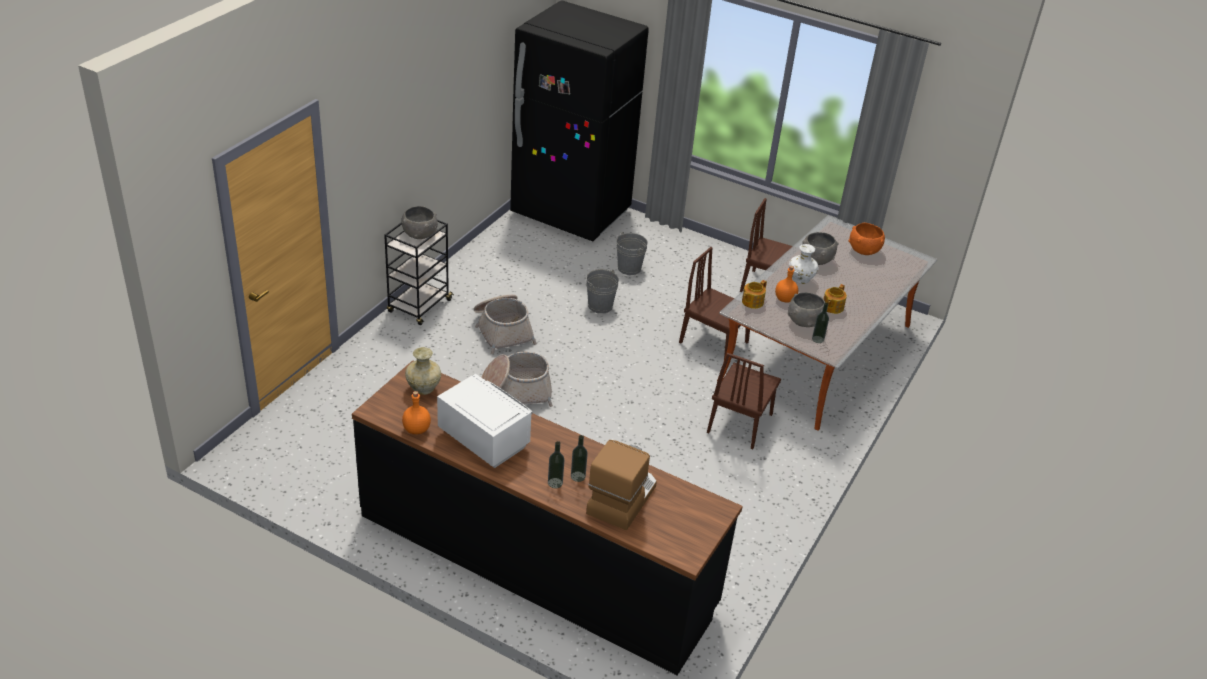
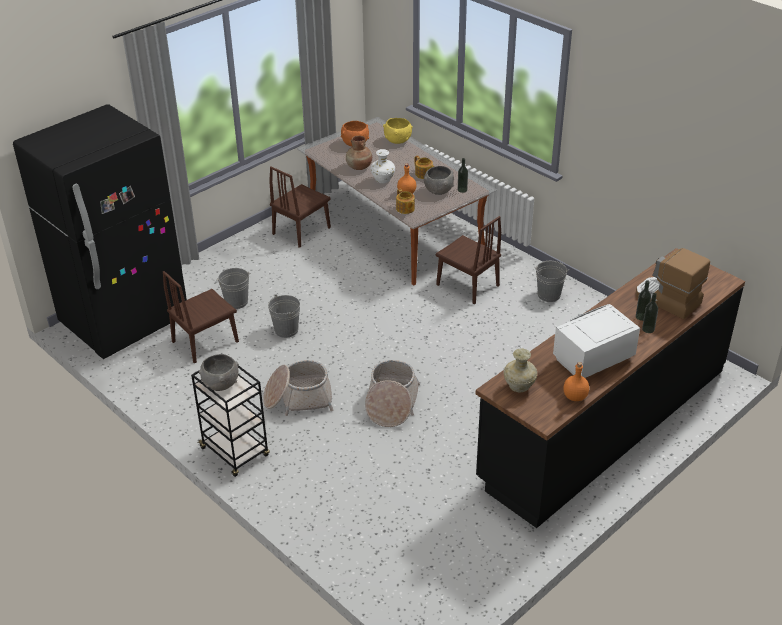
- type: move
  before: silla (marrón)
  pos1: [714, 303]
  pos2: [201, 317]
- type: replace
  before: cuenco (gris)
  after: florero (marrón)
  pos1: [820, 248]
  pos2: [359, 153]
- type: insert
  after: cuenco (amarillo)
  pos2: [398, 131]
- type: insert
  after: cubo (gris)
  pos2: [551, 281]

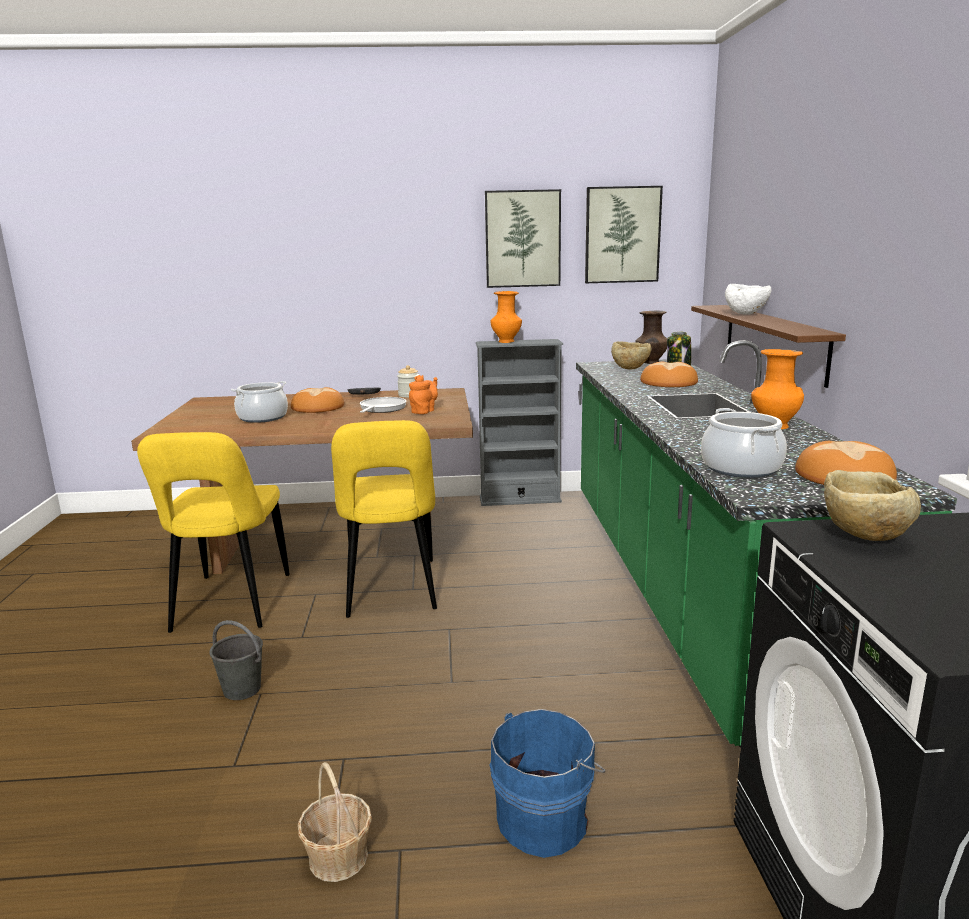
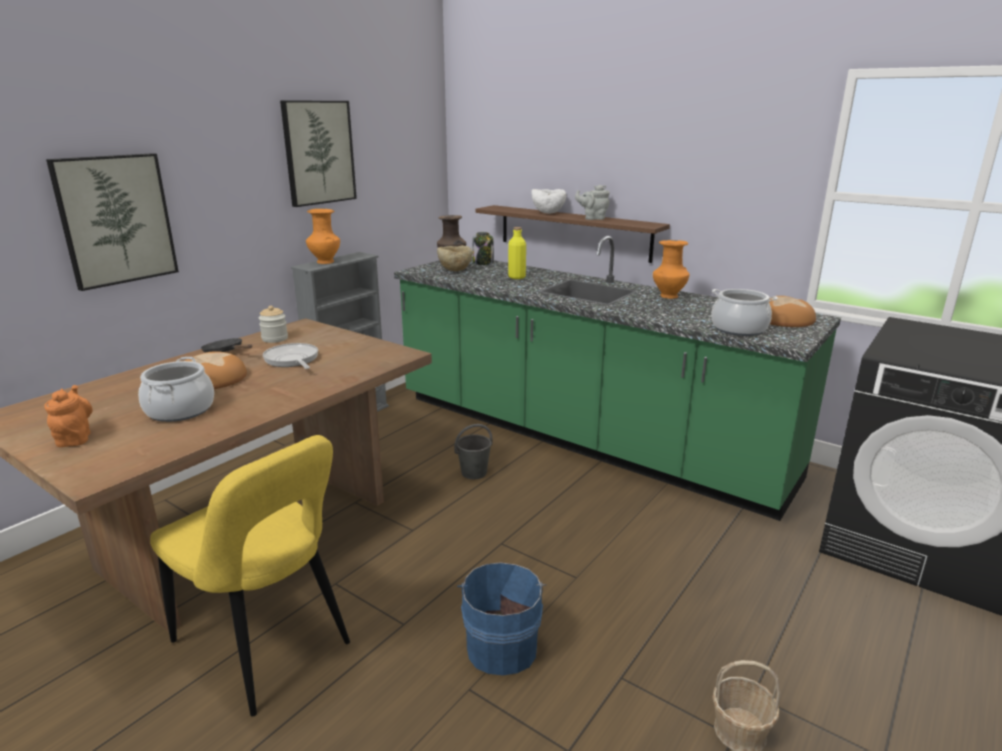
- type: move
  before: cubo (gris)
  pos1: [236, 660]
  pos2: [473, 451]
- type: delete
  before: silla (amarillo)
  pos1: [384, 519]
- type: move
  before: tetera (naranja)
  pos1: [423, 394]
  pos2: [68, 416]
- type: move
  before: cubo (azul)
  pos1: [547, 783]
  pos2: [502, 618]
- type: move
  before: cuadro
  pos1: [624, 234]
  pos2: [112, 222]
- type: replace
  before: pan
  after: botella (amarillo)
  pos1: [669, 374]
  pos2: [517, 253]
- type: delete
  before: cuenco (beis)
  pos1: [872, 505]
- type: insert
  after: tetera (gris)
  pos2: [592, 202]

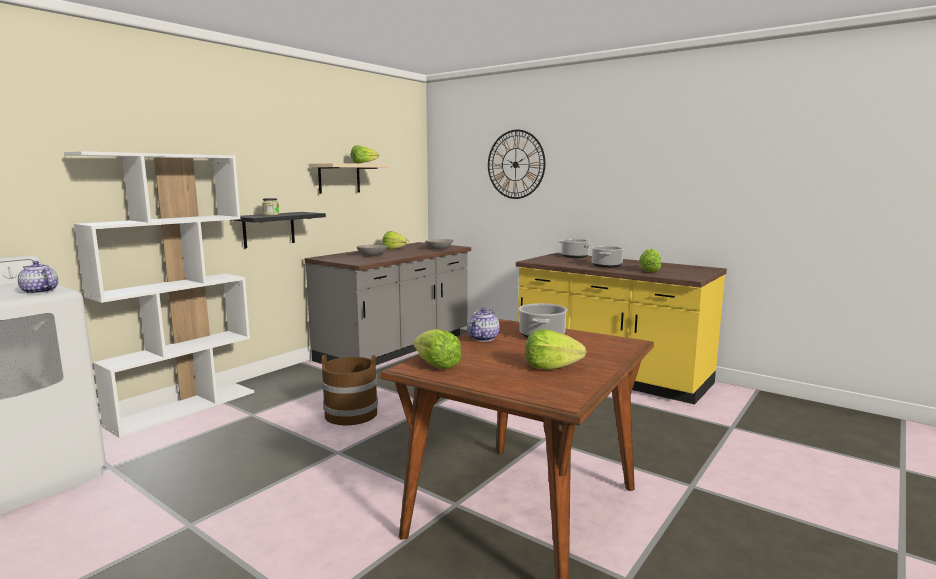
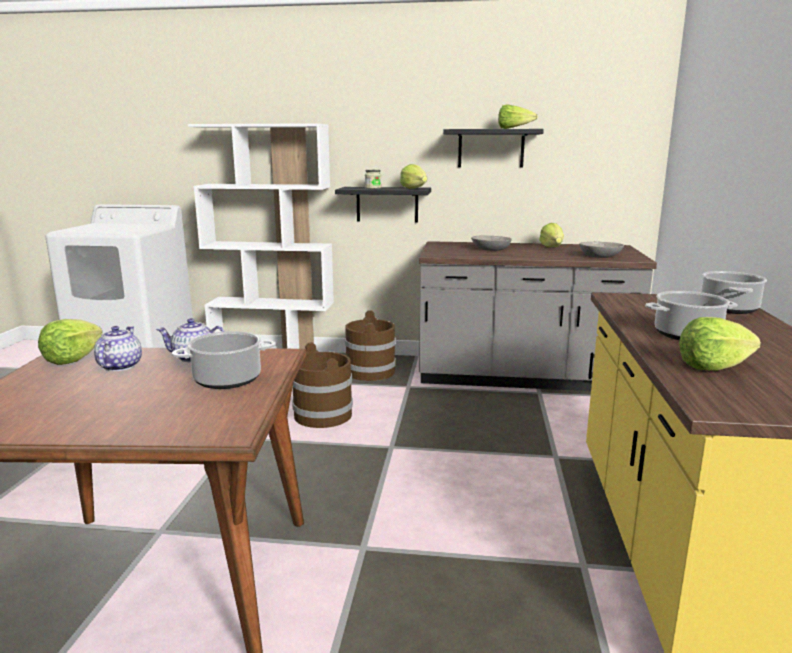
- type: move
  before: tetera
  pos1: [38, 277]
  pos2: [118, 348]
- type: recolor
  before: estante (beis)
  after: estante (negro)
  pos1: [349, 178]
  pos2: [493, 148]
- type: delete
  before: reloj de pared
  pos1: [516, 164]
- type: move
  before: lechuga
  pos1: [556, 349]
  pos2: [413, 176]
- type: insert
  after: cubo (marrón)
  pos2: [370, 345]

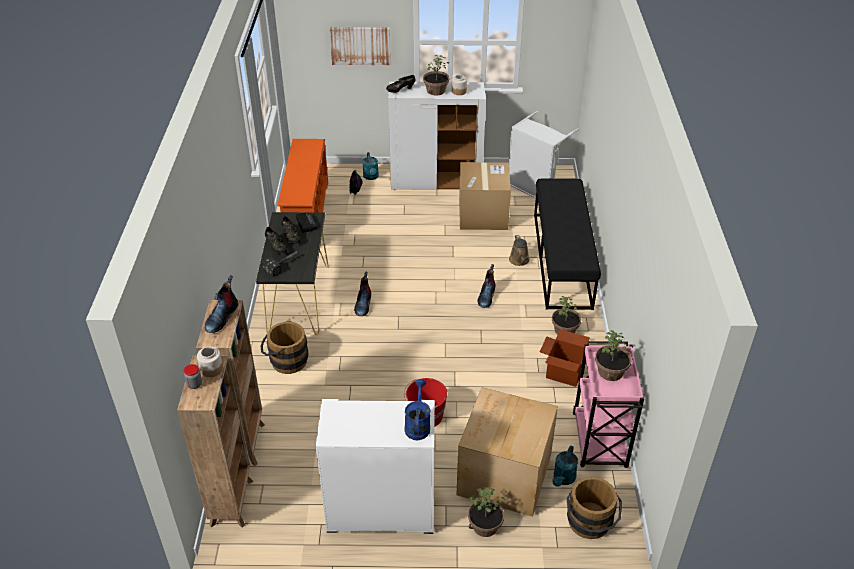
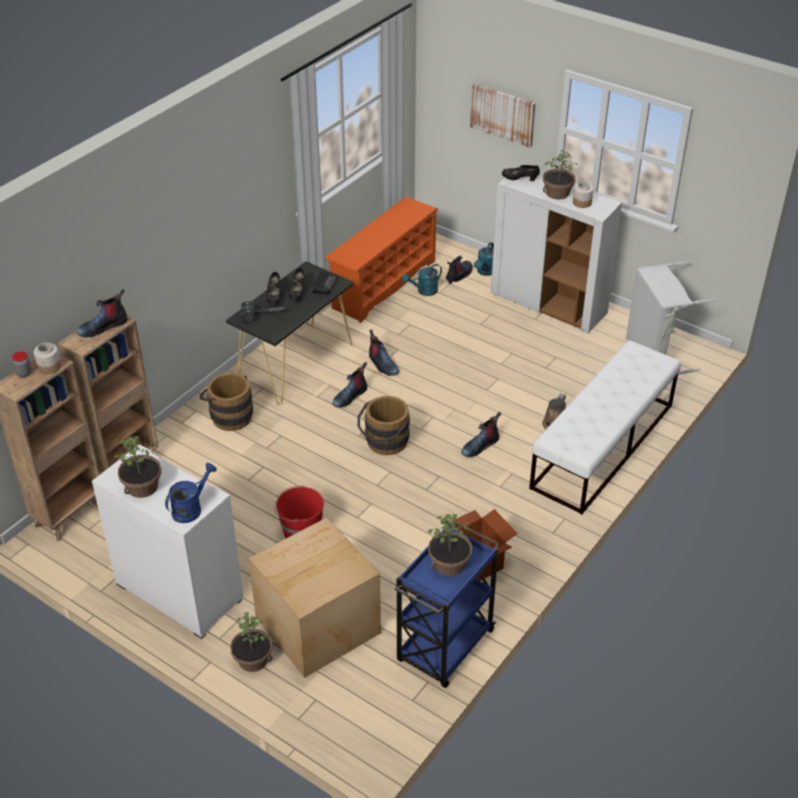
- type: delete
  before: caja de cartón
  pos1: [485, 196]
- type: recolor
  before: banco (negro)
  after: banco (blanco)
  pos1: [567, 244]
  pos2: [605, 427]
- type: move
  before: planta en maceta
  pos1: [566, 315]
  pos2: [138, 467]
- type: move
  before: regadera (turquesa)
  pos1: [565, 466]
  pos2: [422, 280]
- type: move
  before: cubo (marrón)
  pos1: [594, 508]
  pos2: [383, 425]
- type: recolor
  before: carrito (rosa)
  after: carrito (azul)
  pos1: [608, 404]
  pos2: [447, 605]
- type: insert
  after: bota
  pos2: [384, 353]

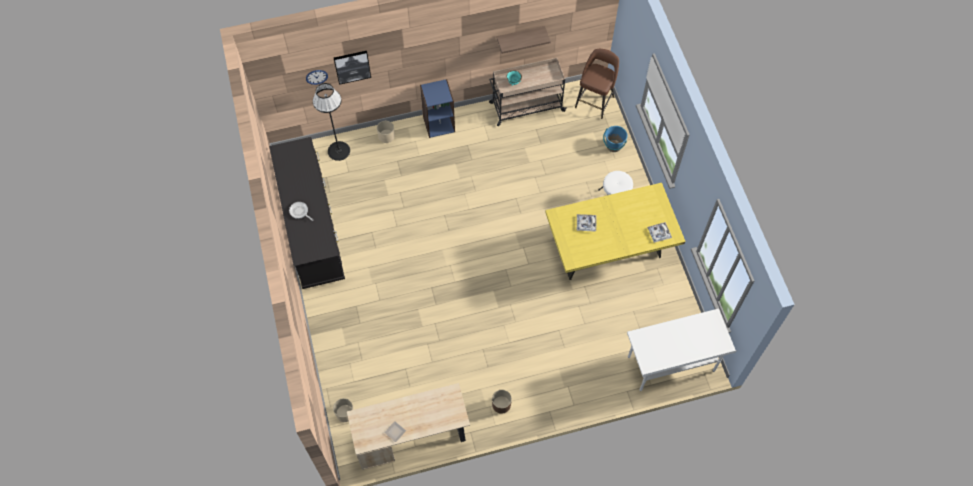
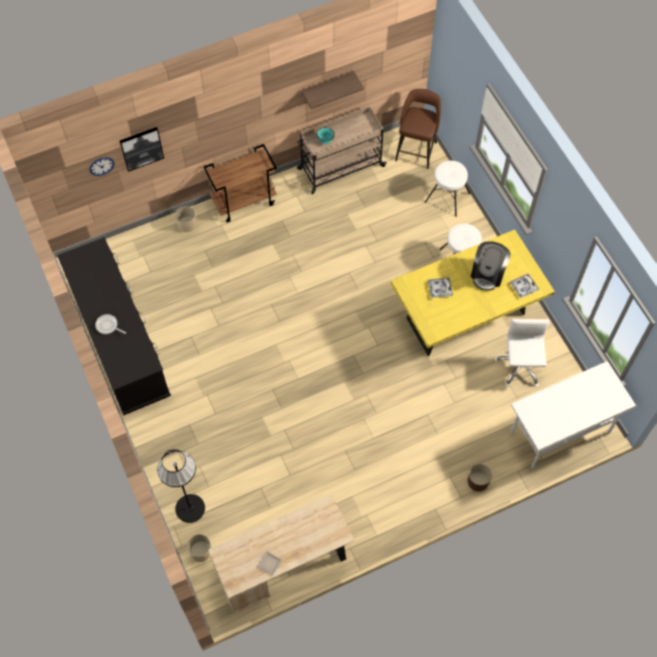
- type: move
  before: lámpara de pie (negro)
  pos1: [331, 122]
  pos2: [181, 486]
- type: replace
  before: estantería (azul)
  after: carrito (marrón)
  pos1: [437, 108]
  pos2: [240, 183]
- type: move
  before: maceta (marrón)
  pos1: [502, 402]
  pos2: [480, 478]
- type: replace
  before: cubo (azul)
  after: taburete (blanco)
  pos1: [615, 139]
  pos2: [447, 188]
- type: insert
  after: cafetera
  pos2: [491, 266]
- type: insert
  after: silla de oficina (blanco)
  pos2: [522, 353]

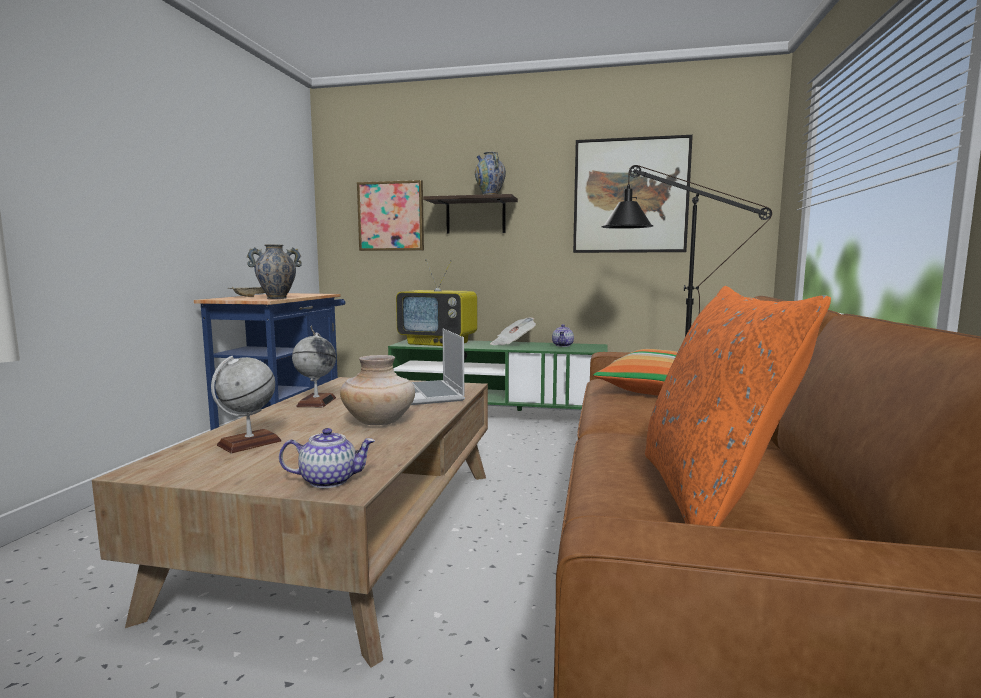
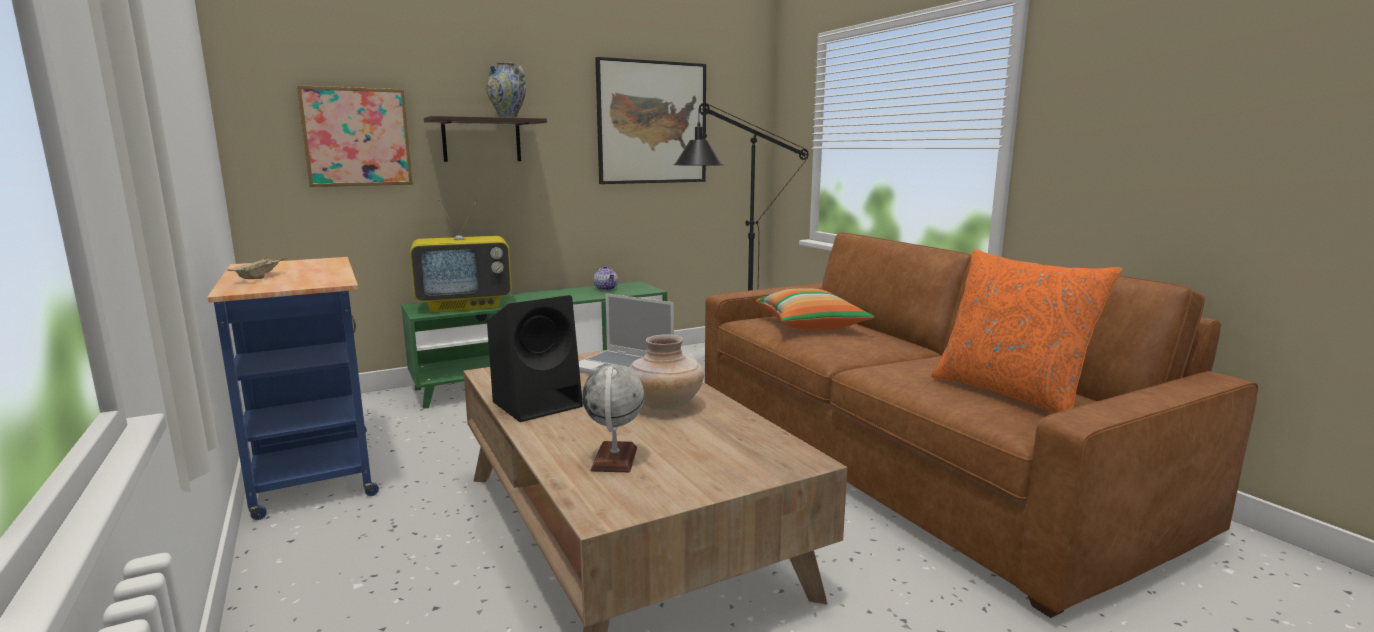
- type: delete
  before: florero
  pos1: [274, 271]
- type: delete
  before: tetera
  pos1: [327, 458]
- type: replace
  before: globo terráqueo
  after: altavoz (negro)
  pos1: [314, 370]
  pos2: [535, 358]
- type: delete
  before: periódico
  pos1: [513, 331]

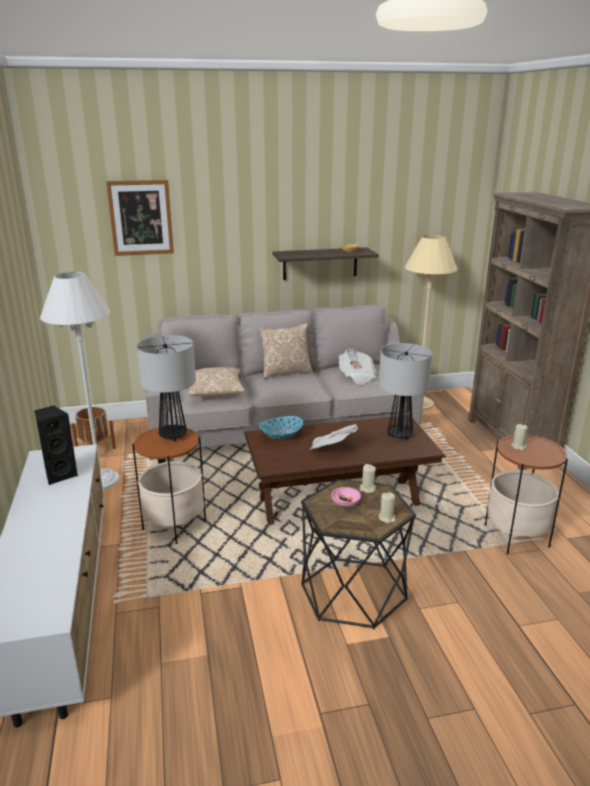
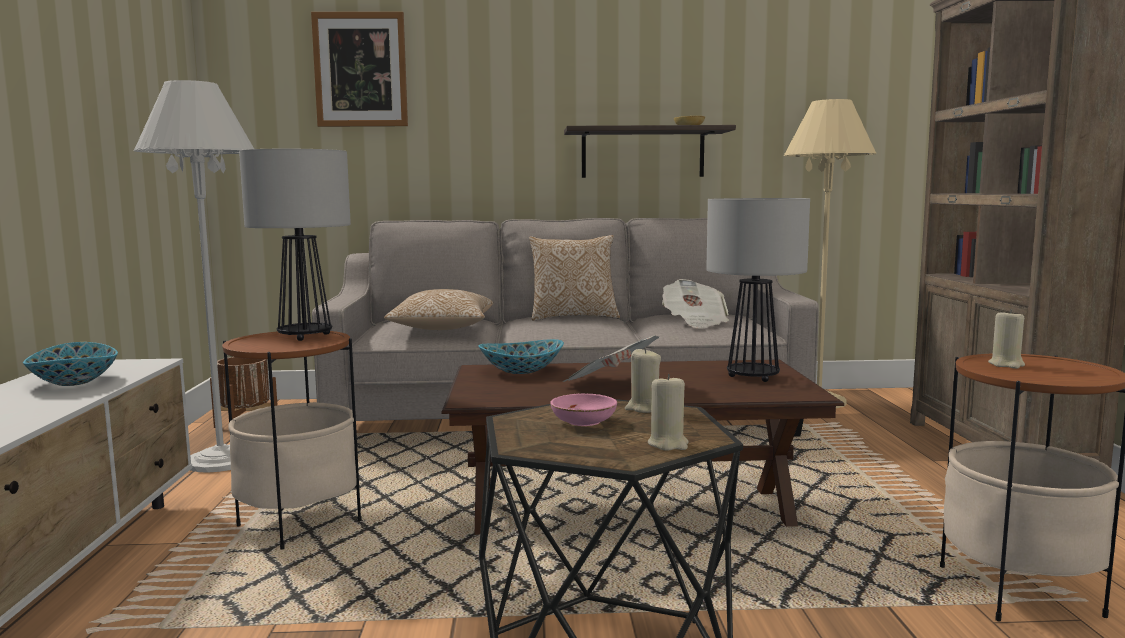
- type: replace
  before: altavoz (negro)
  after: cuenco
  pos1: [56, 445]
  pos2: [70, 364]

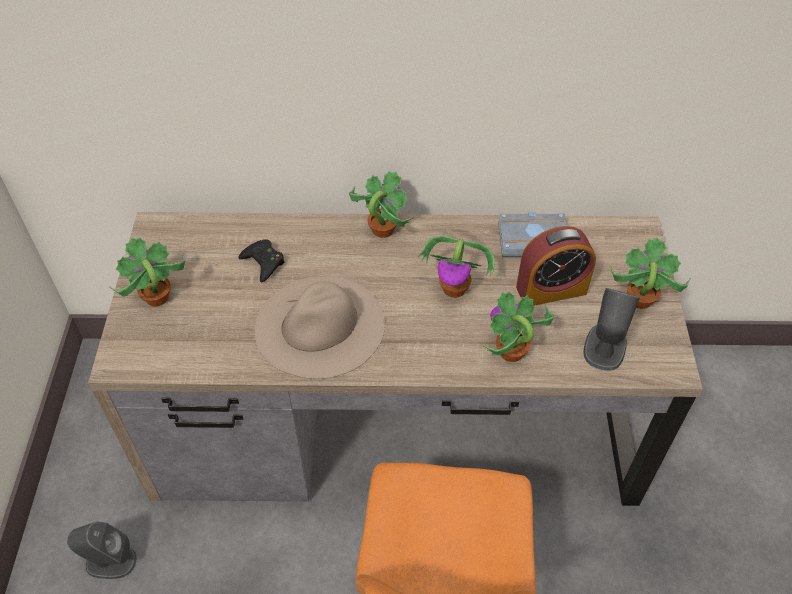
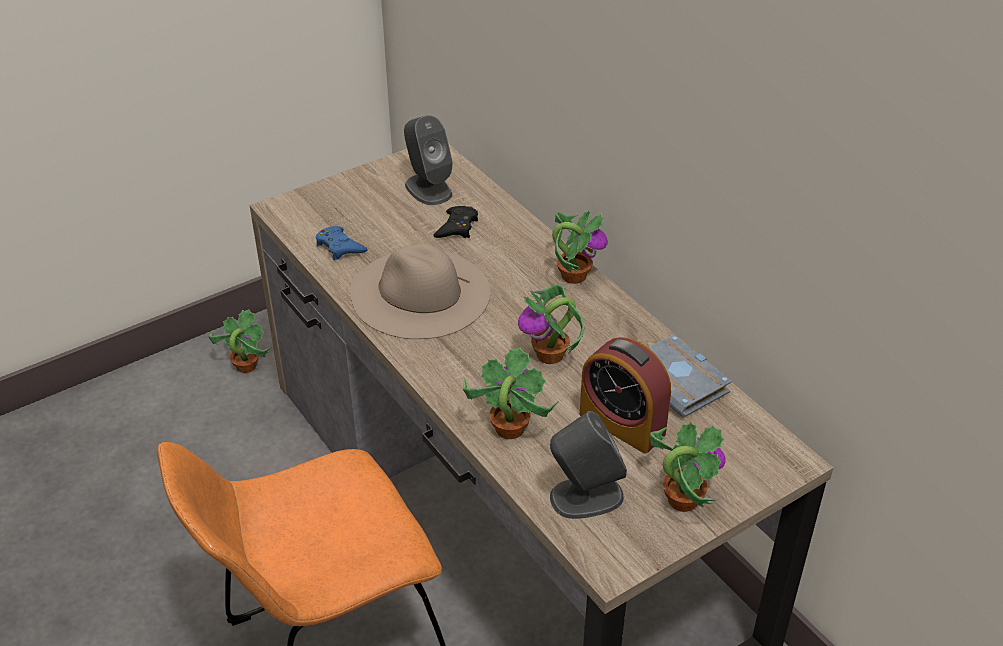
- type: move
  before: altavoz (gris)
  pos1: [102, 550]
  pos2: [428, 160]
- type: move
  before: planta en maceta
  pos1: [147, 272]
  pos2: [240, 341]
- type: insert
  after: mando de consola (azul)
  pos2: [342, 243]

